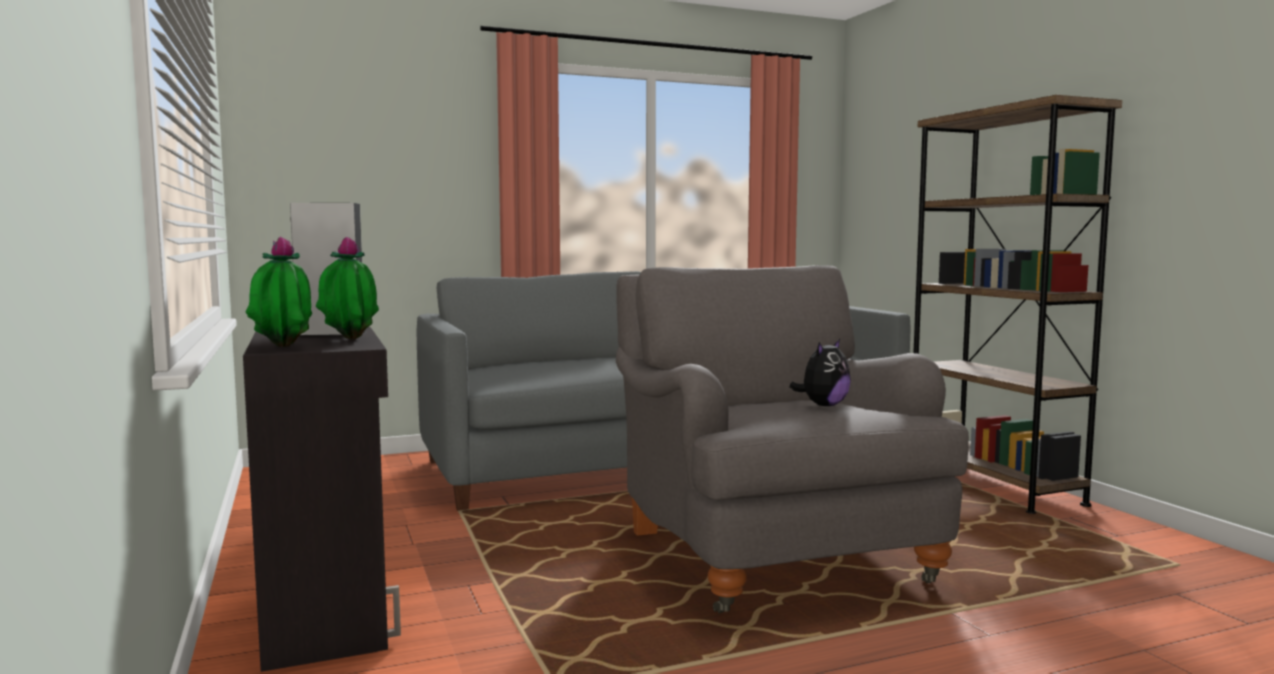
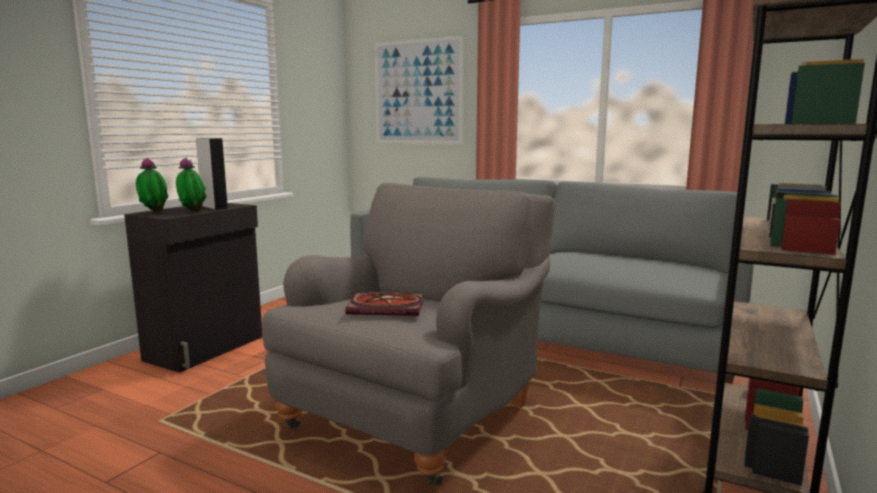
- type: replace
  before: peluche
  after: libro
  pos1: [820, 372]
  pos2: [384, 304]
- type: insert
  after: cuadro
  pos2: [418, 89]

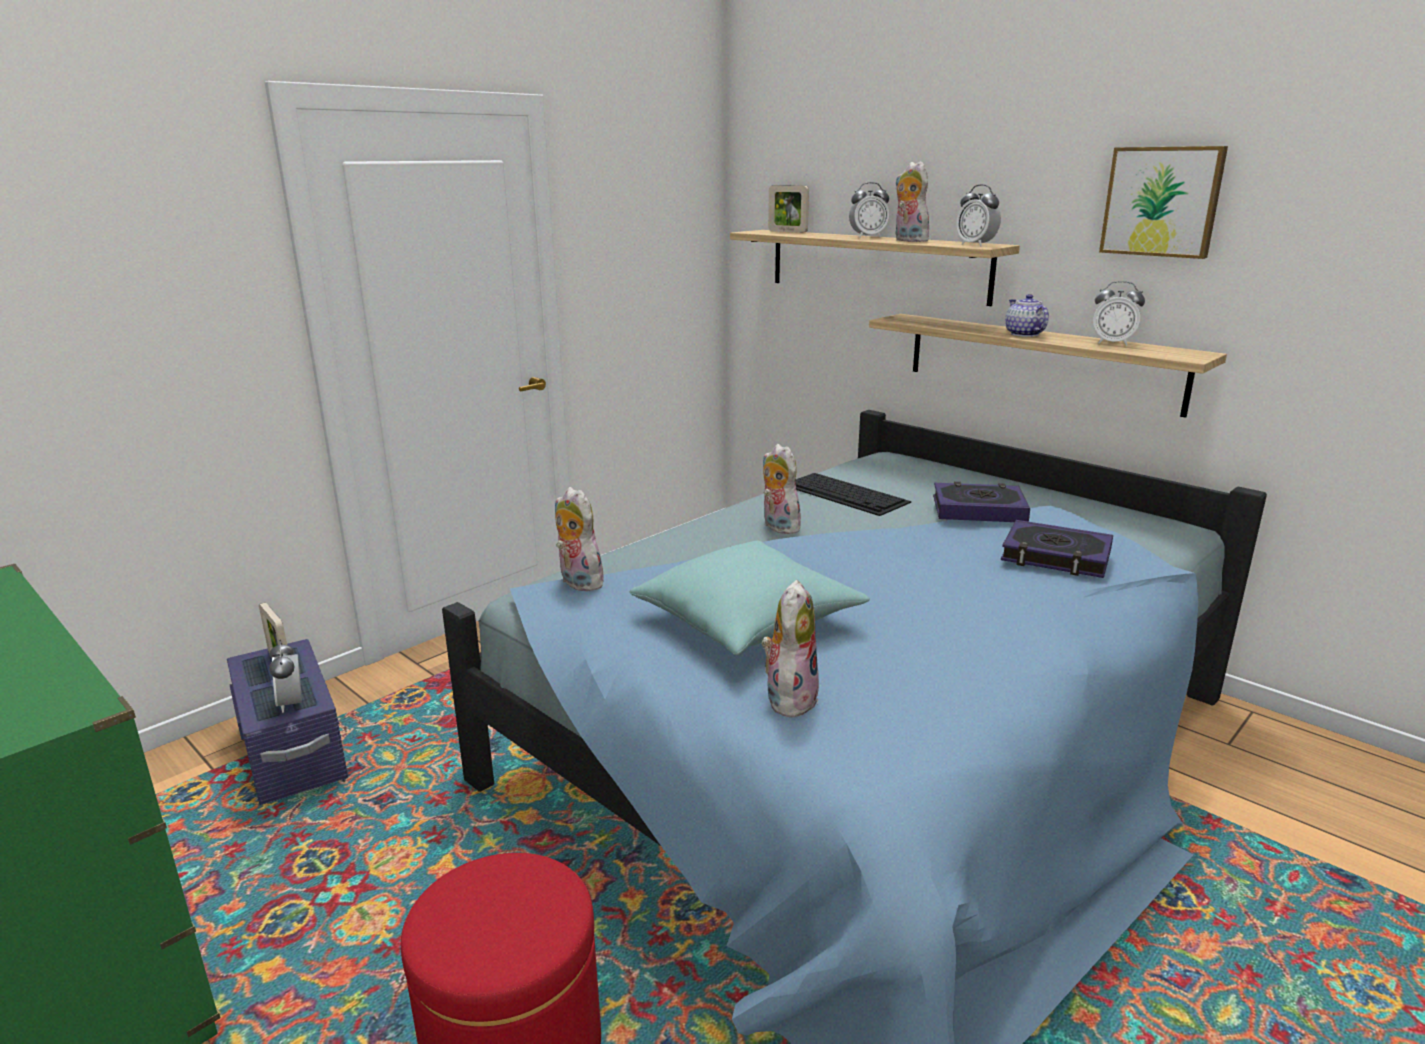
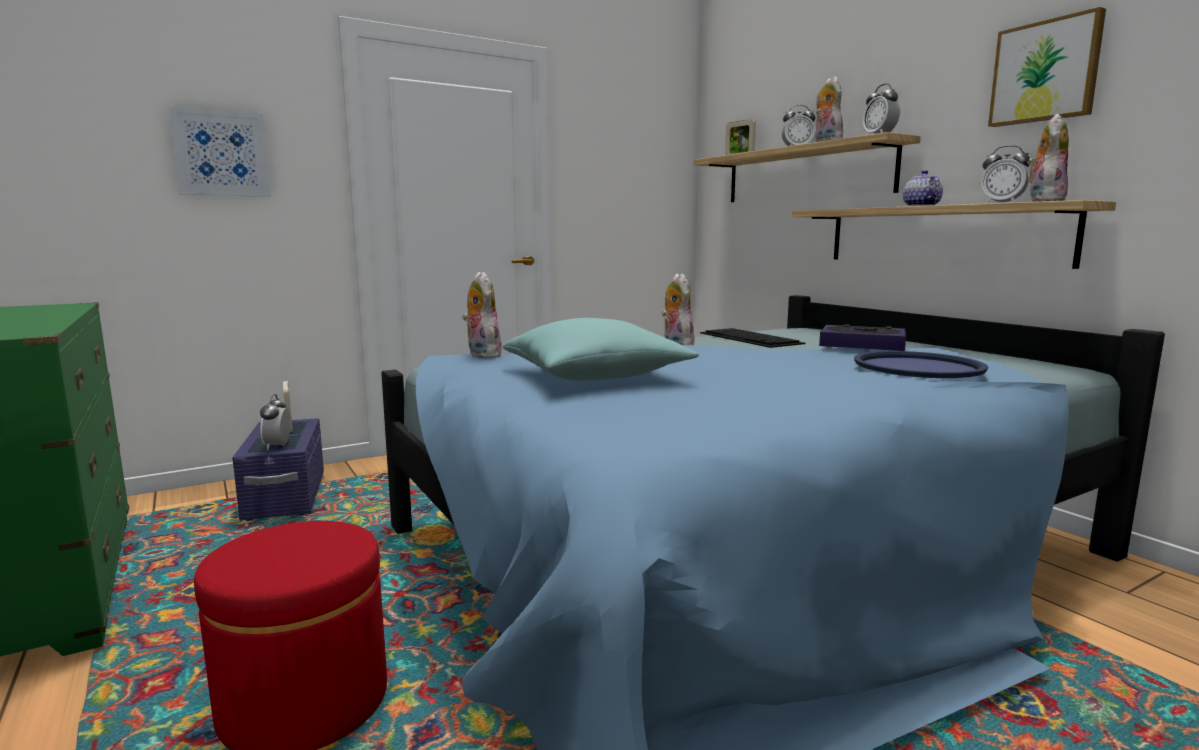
- type: move
  before: peluche
  pos1: [790, 649]
  pos2: [1048, 158]
- type: replace
  before: libro
  after: bandeja (azul)
  pos1: [1057, 549]
  pos2: [921, 364]
- type: insert
  after: cuadro
  pos2: [220, 152]

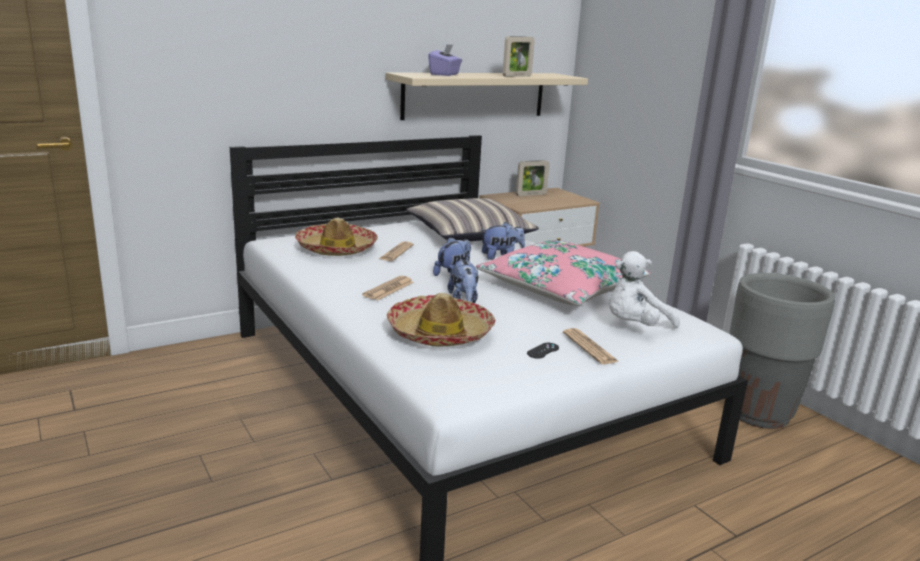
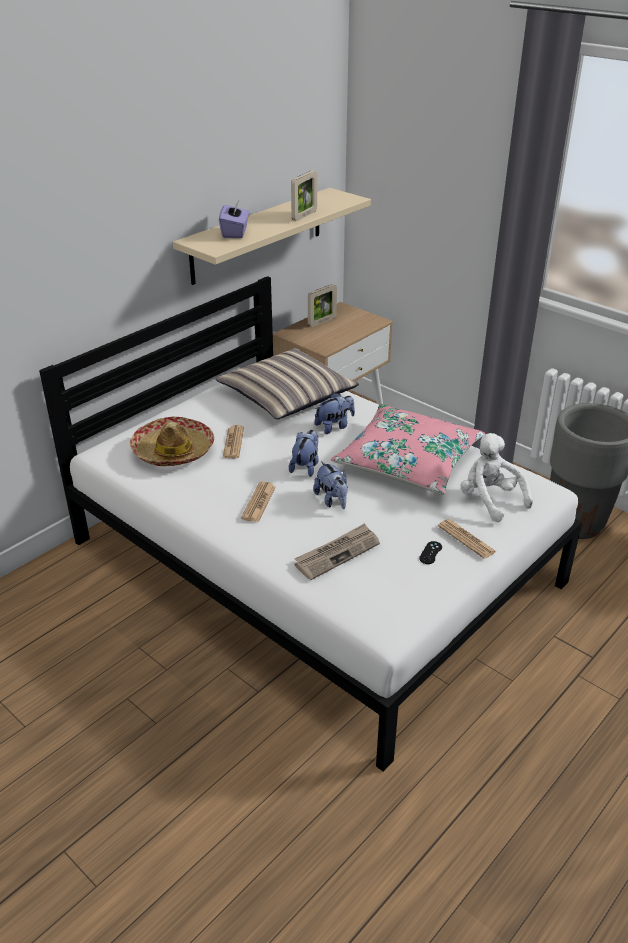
- type: replace
  before: sombrero
  after: periódico
  pos1: [441, 320]
  pos2: [337, 551]
- type: rotate
  before: peluche (blanco)
  pos1: [644, 289]
  pos2: [496, 477]
  turn: 105

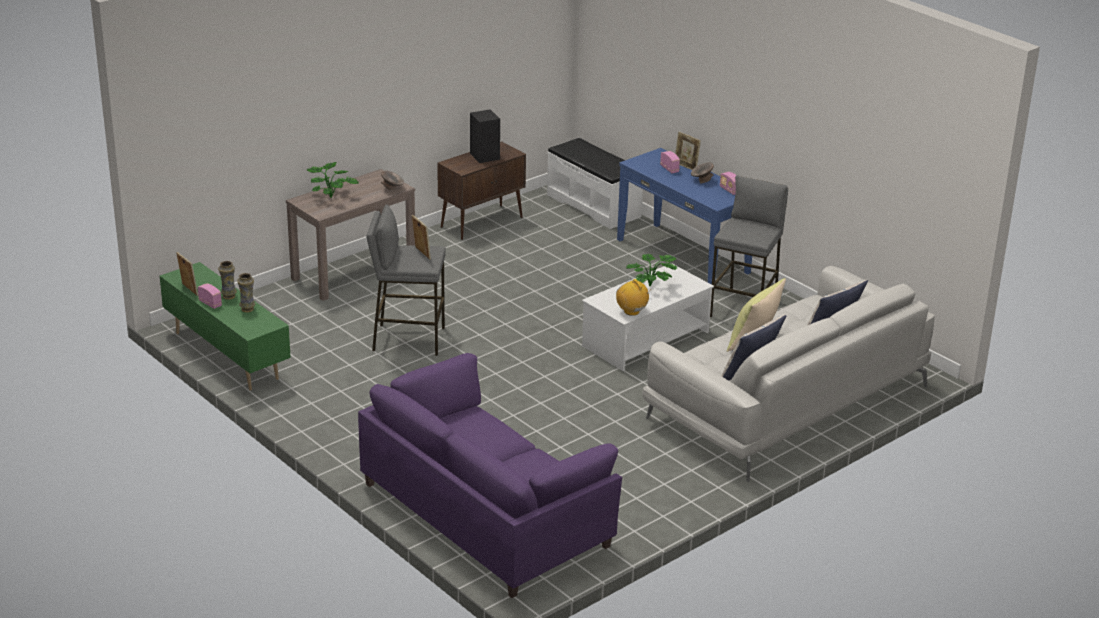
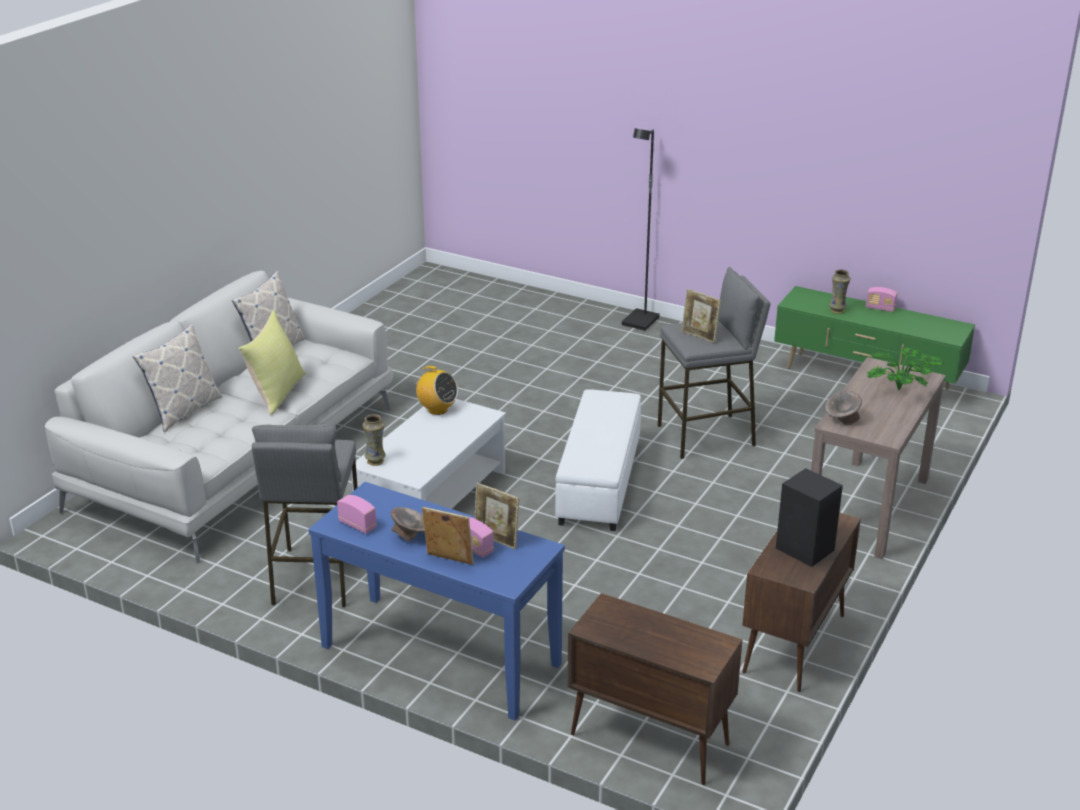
- type: move
  before: portarretratos
  pos1: [187, 274]
  pos2: [497, 516]
- type: move
  before: florero
  pos1: [227, 280]
  pos2: [374, 440]
- type: delete
  before: sofá (morado)
  pos1: [490, 475]
- type: replace
  before: banco (blanco)
  after: armario (marrón)
  pos1: [595, 183]
  pos2: [655, 689]
- type: delete
  before: planta en maceta
  pos1: [652, 270]
- type: insert
  after: puf (blanco)
  pos2: [598, 460]
- type: insert
  after: lámpara de pie (negro)
  pos2: [641, 229]

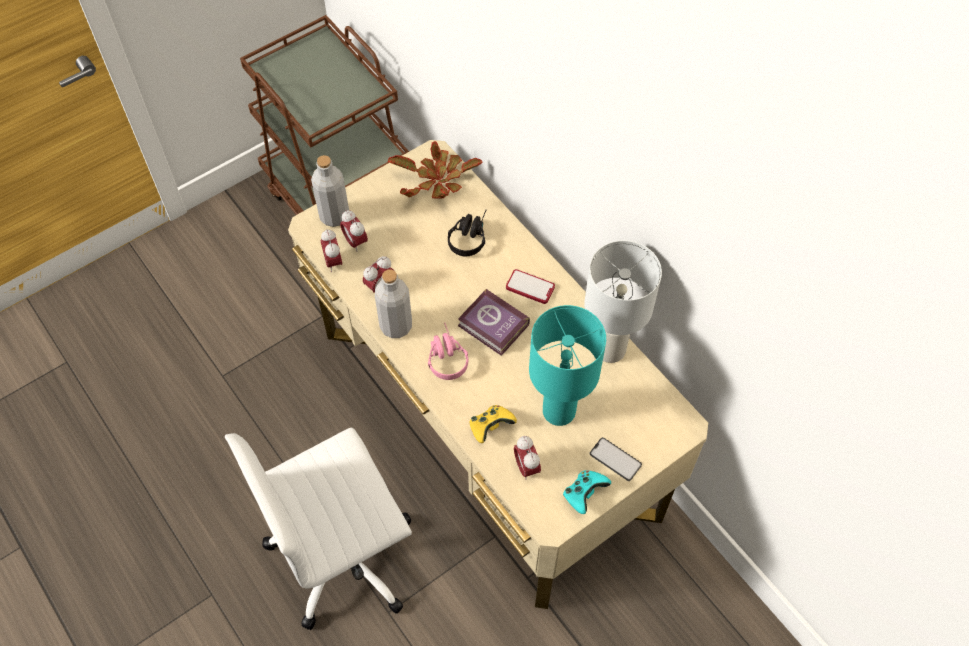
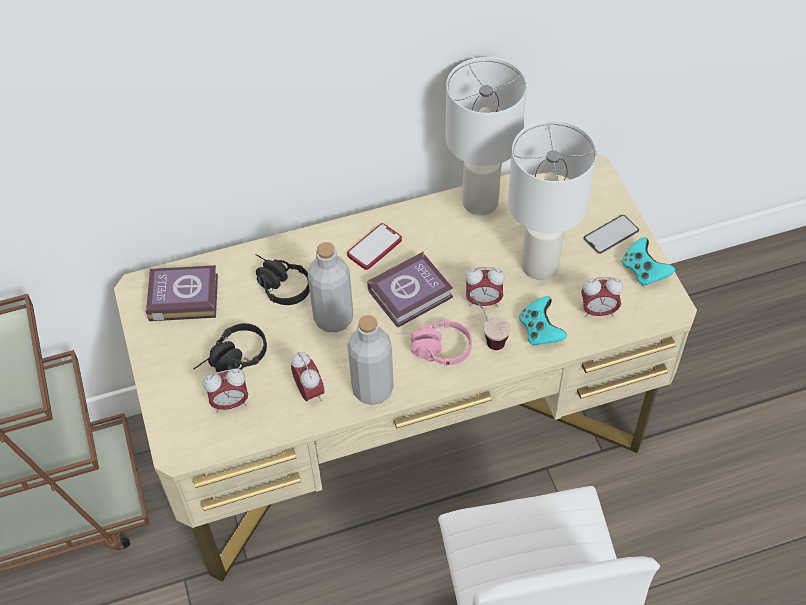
- type: move
  before: botella (gris)
  pos1: [330, 191]
  pos2: [330, 287]
- type: move
  before: despertador
  pos1: [331, 250]
  pos2: [485, 287]
- type: replace
  before: planta en maceta
  after: libro
  pos1: [435, 170]
  pos2: [182, 293]
- type: recolor
  before: mando de consola (amarillo)
  after: mando de consola (turquesa)
  pos1: [493, 424]
  pos2: [543, 321]
- type: recolor
  before: lámpara de mesa (turquesa)
  after: lámpara de mesa (blanco)
  pos1: [567, 365]
  pos2: [552, 200]
- type: insert
  after: auriculares (negro)
  pos2: [230, 347]
- type: insert
  after: taza
  pos2: [491, 323]

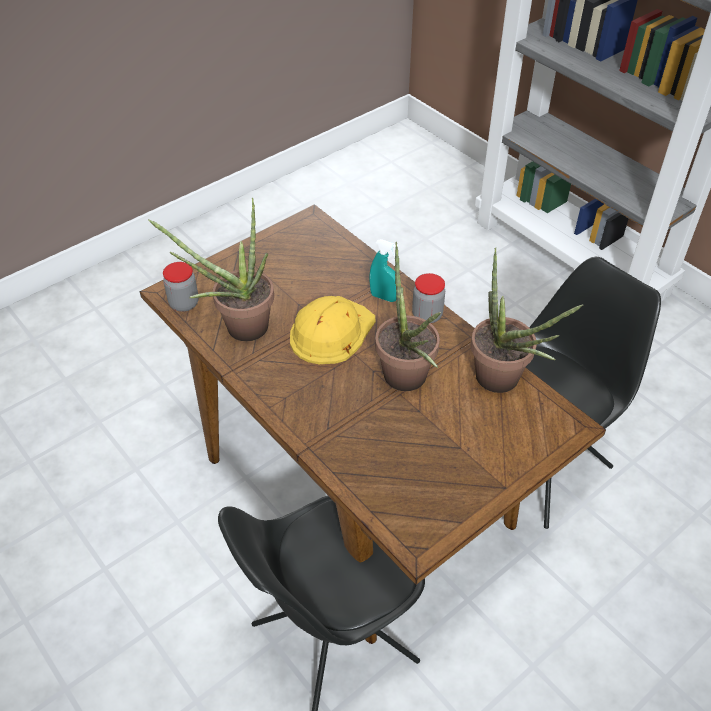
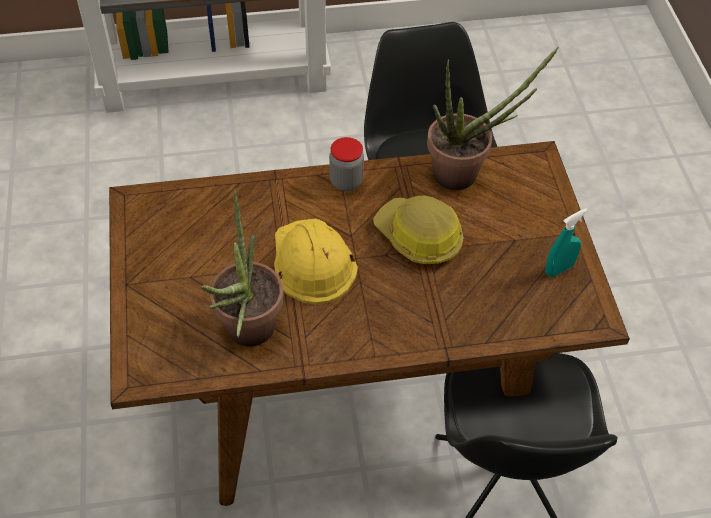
- type: delete
  before: tarro
  pos1: [181, 287]
- type: move
  before: pulverizador (turquesa)
  pos1: [383, 270]
  pos2: [566, 242]
- type: replace
  before: planta en maceta
  after: casco
  pos1: [408, 316]
  pos2: [418, 230]

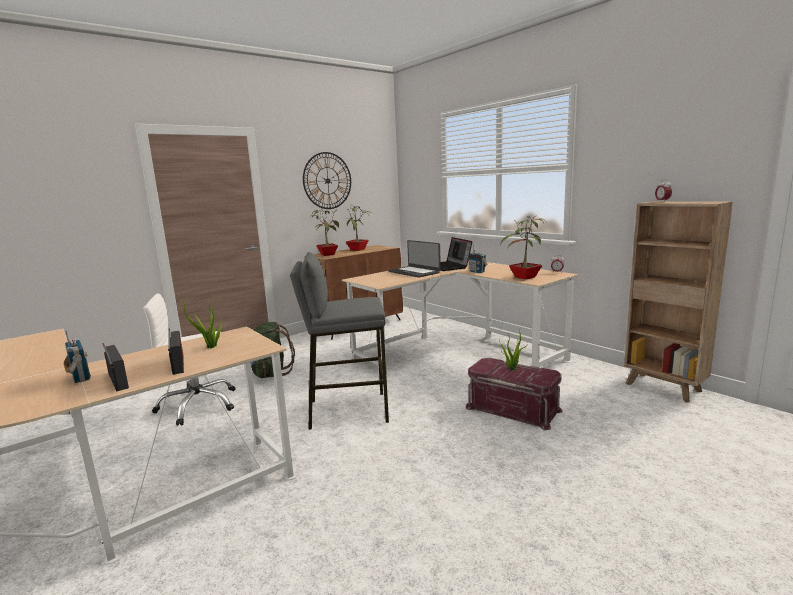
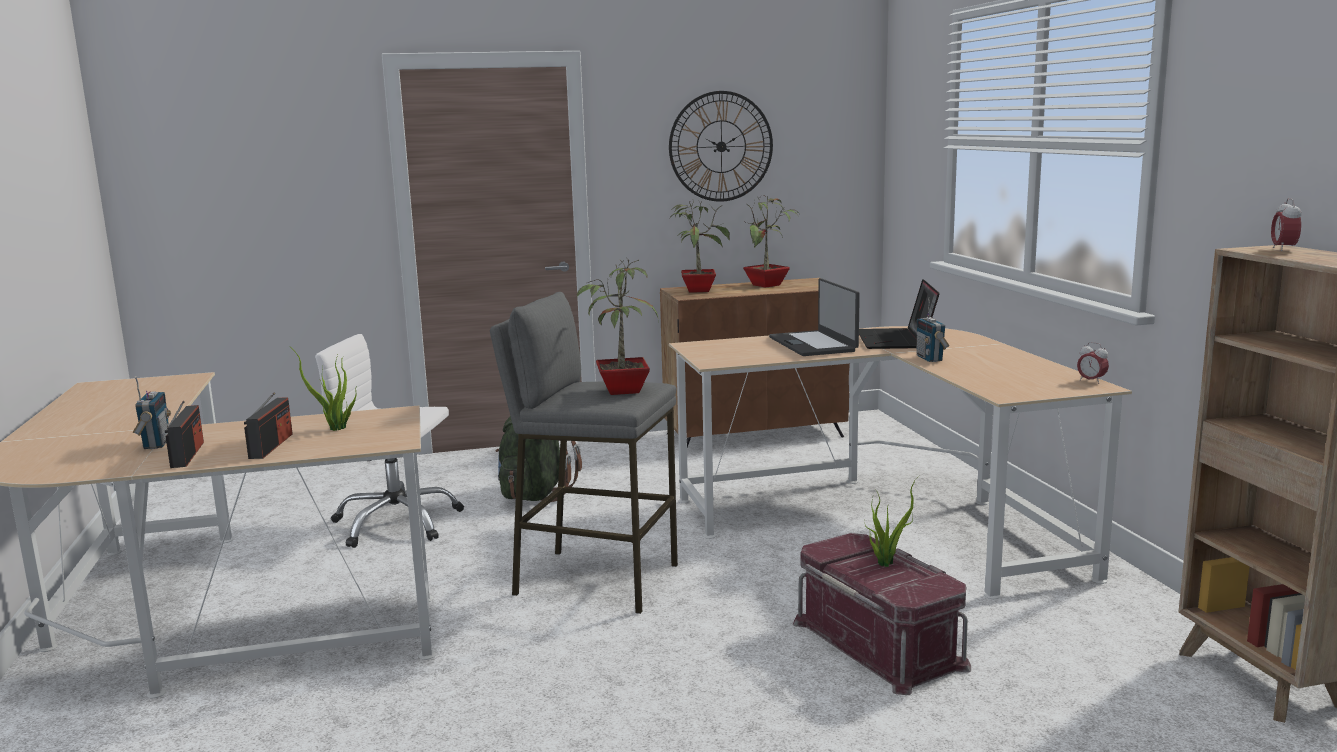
- type: move
  before: planta en maceta
  pos1: [522, 247]
  pos2: [617, 326]

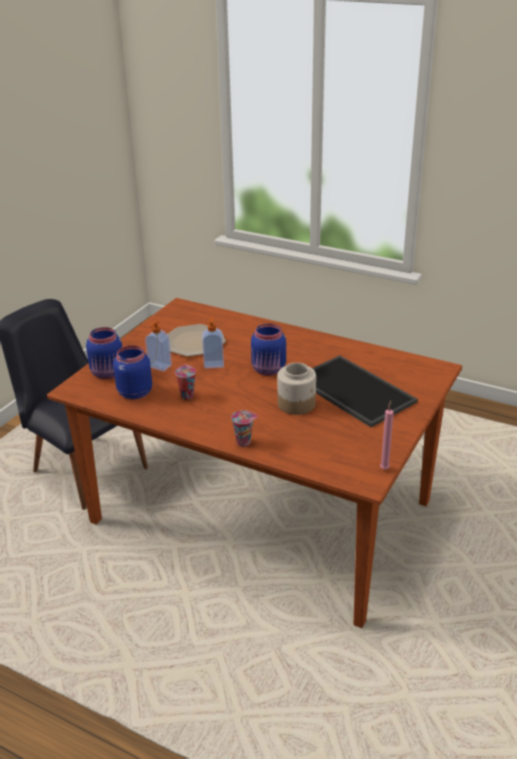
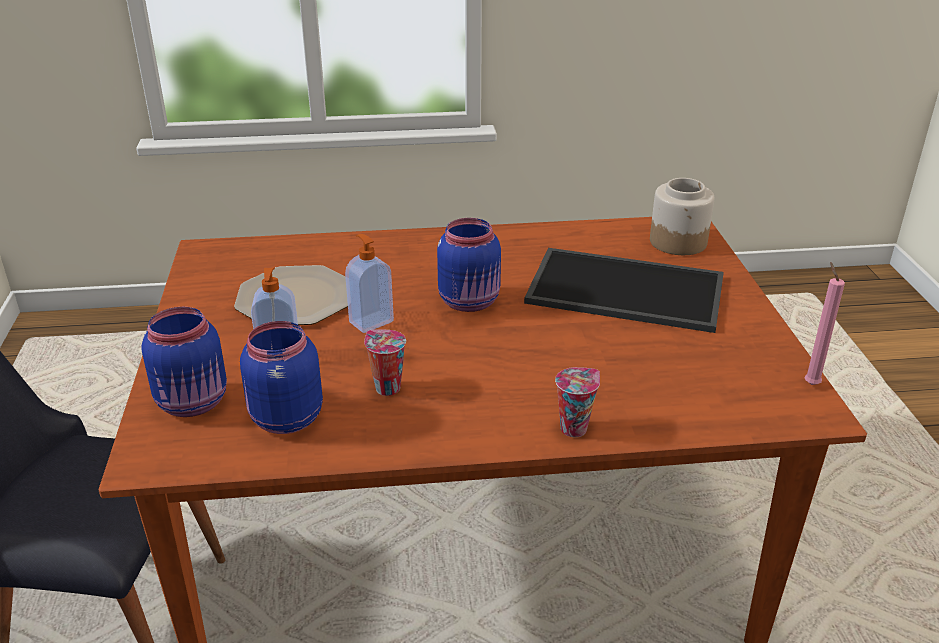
- type: move
  before: tarro
  pos1: [296, 389]
  pos2: [682, 216]

